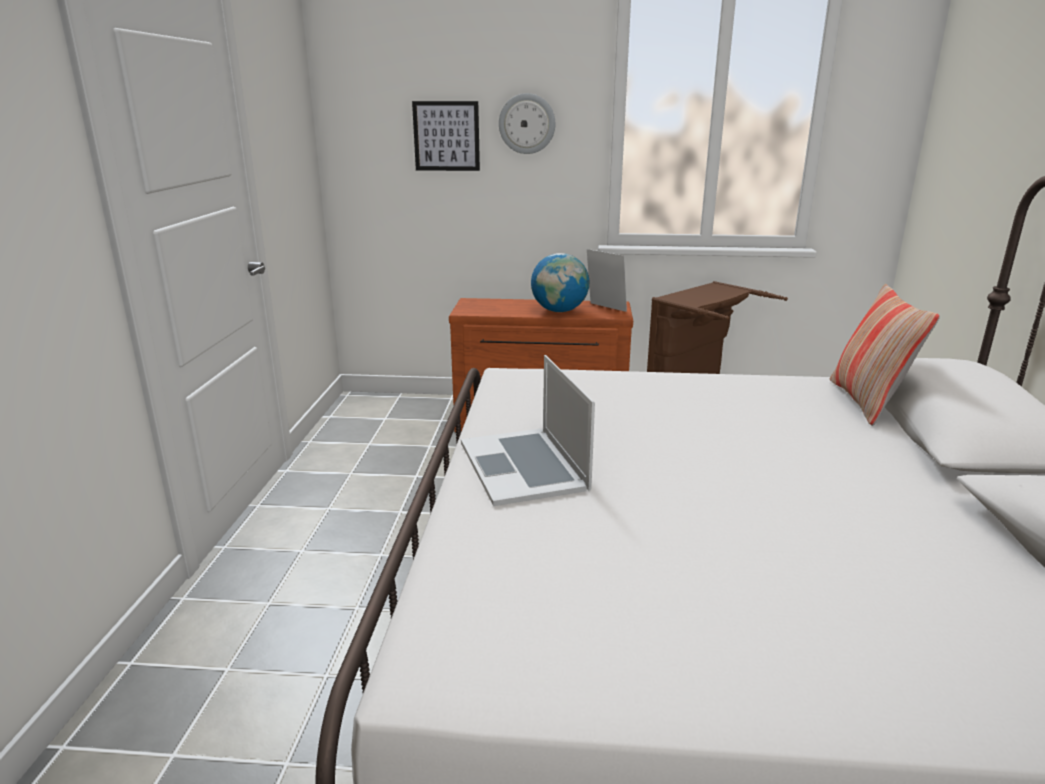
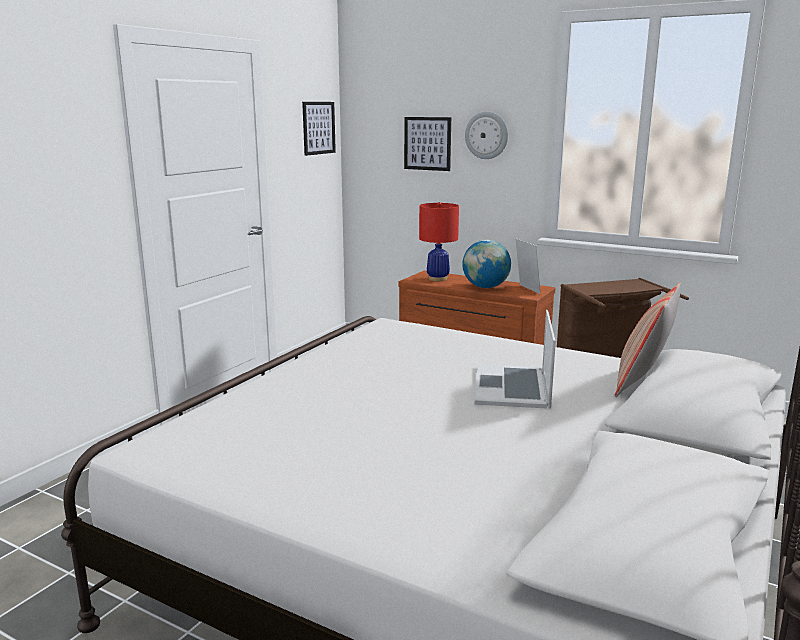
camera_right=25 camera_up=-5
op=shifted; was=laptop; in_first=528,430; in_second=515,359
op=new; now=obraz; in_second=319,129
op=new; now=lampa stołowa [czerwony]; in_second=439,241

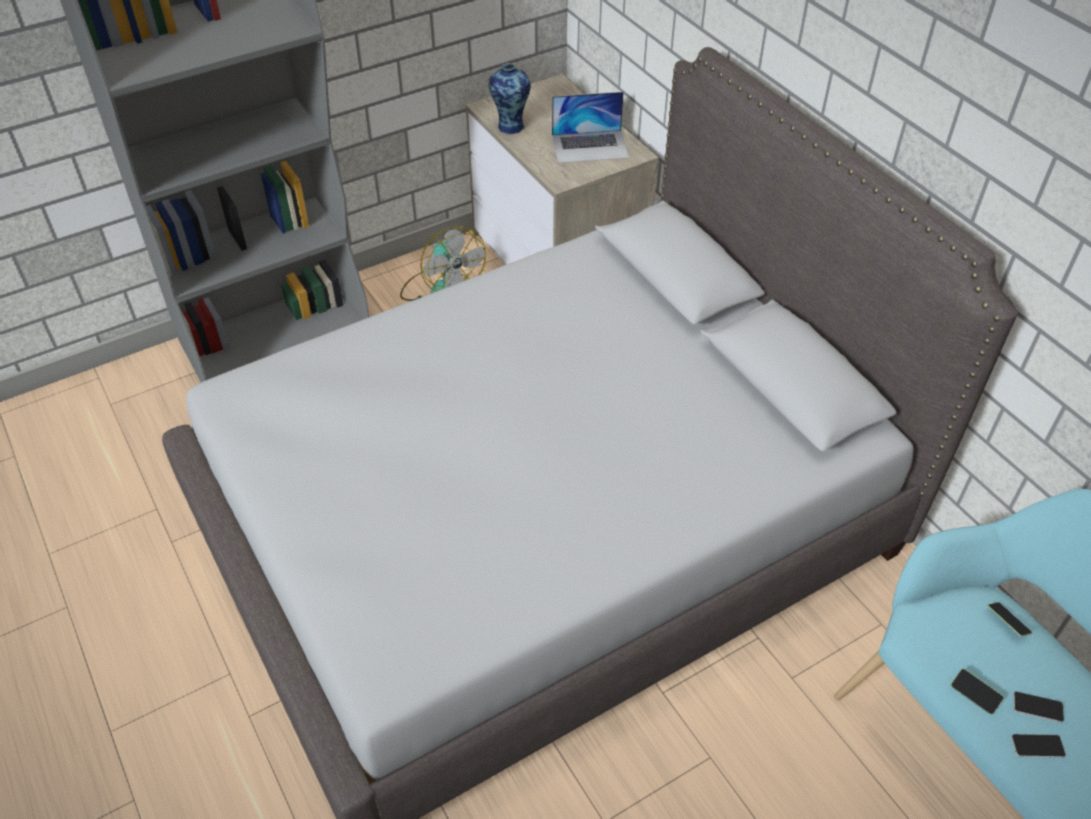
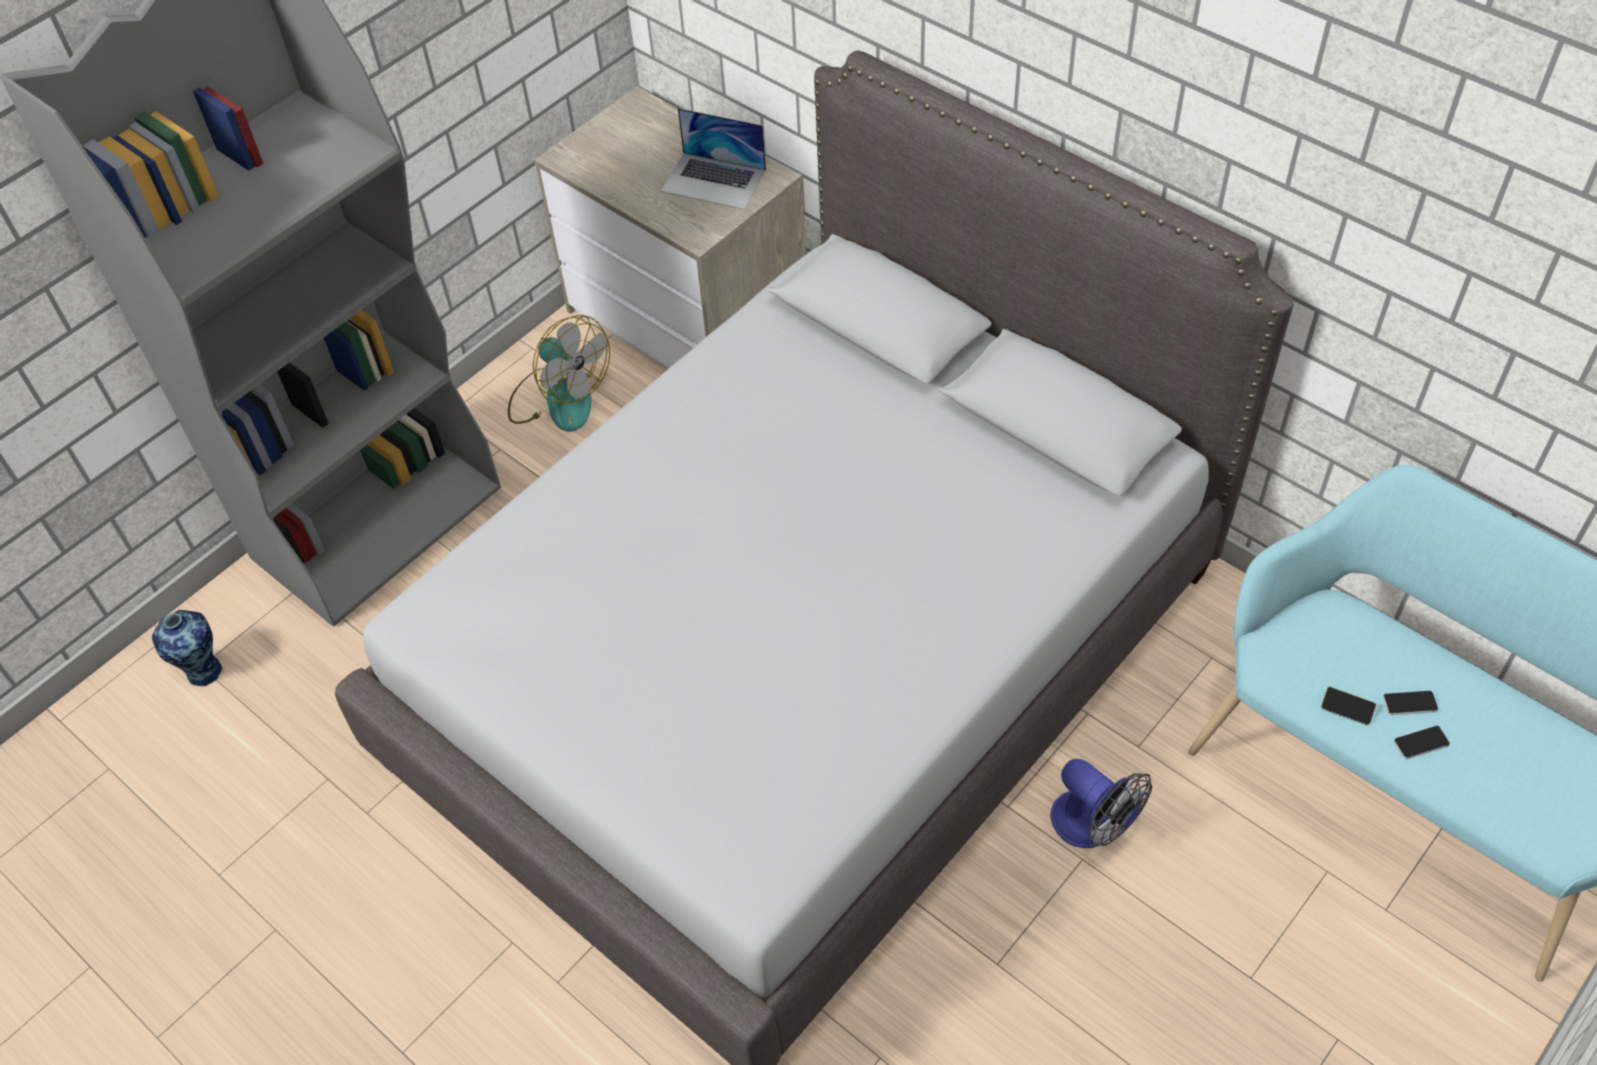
camera_right=-15 camera_up=5
op=shifted; was=wazon; in_first=509,98; in_second=188,648
op=rotated; was=laptop; in_first=590,127; in_second=713,159; clockwise=45
op=gone; was=telefon; in_first=1009,619
op=new; now=wentylator; in_second=1101,803

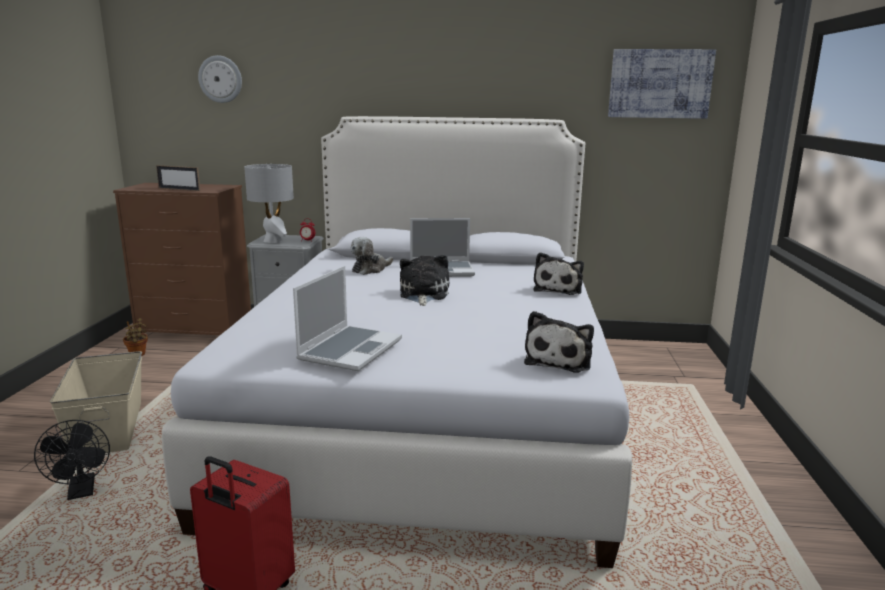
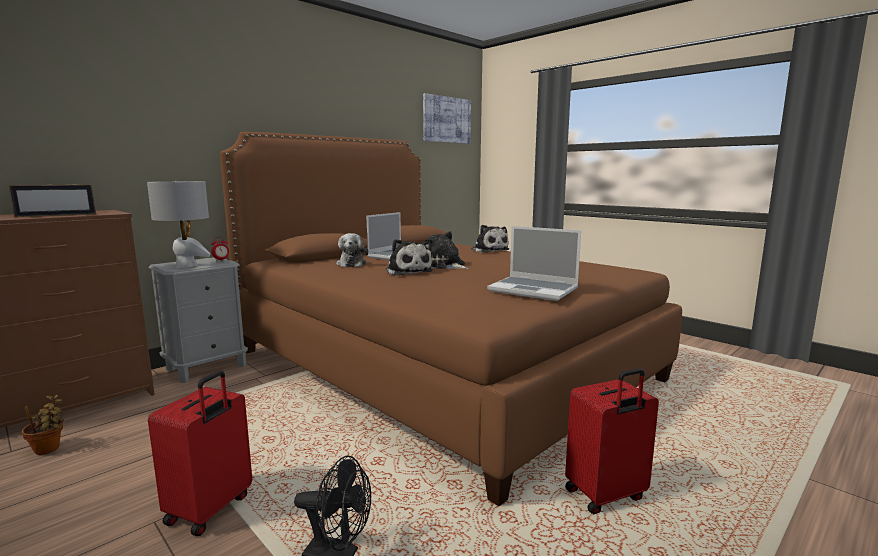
camera_right=-50 camera_up=-5
op=gone; was=zegar ścienny; in_first=220,79
op=repainted; was=łóżko [biały]; now=łóżko [brązowy]; in_first=397,342; in_second=451,319
op=rotated; was=laptop; in_first=347,318; in_second=534,263; clockwise=150
op=shifted; was=pluszak; in_first=559,341; in_second=409,257
op=swapped; was=pojemnik do przechowywania [beżowy]; now=walizka [czerwony]; in_first=96,402; in_second=200,453

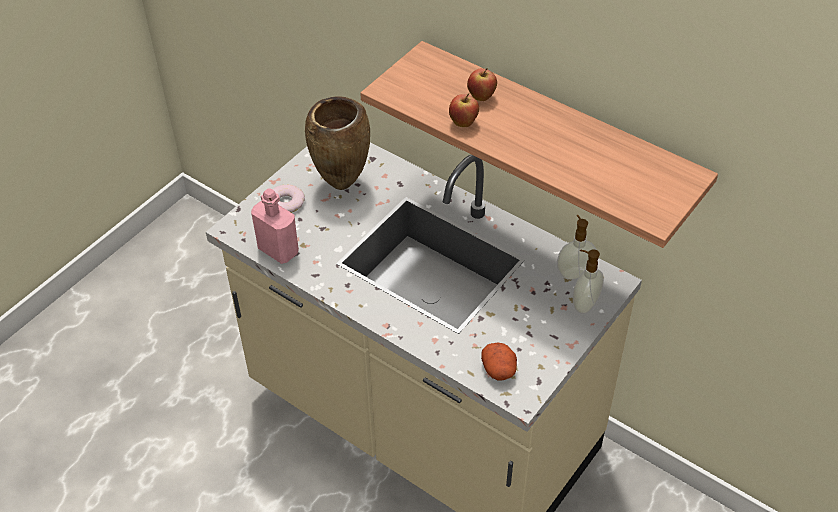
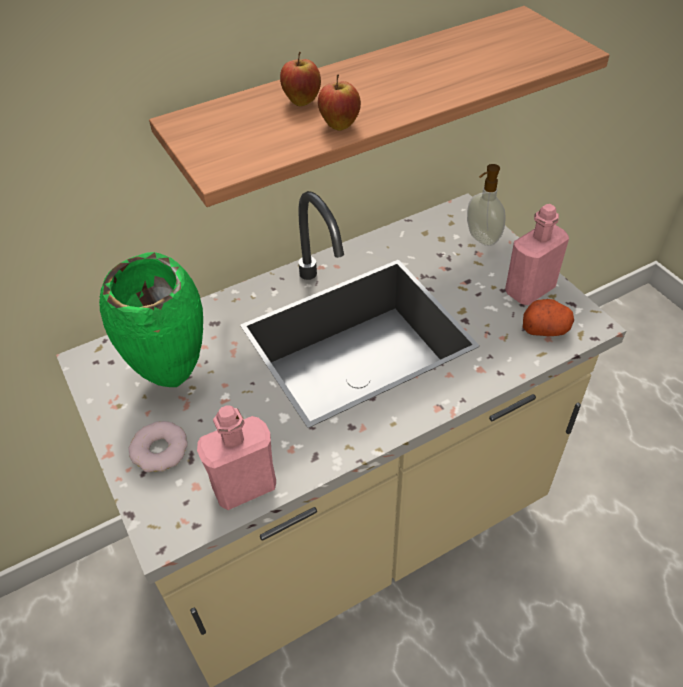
camera_right=-65 camera_up=0
op=repainted; was=wazon [brązowy]; now=wazon [zielony]; in_first=337,143; in_second=151,319
op=gone; was=dozownik mydła; in_first=577,247
op=new; now=butelka [różowy]; in_second=537,254

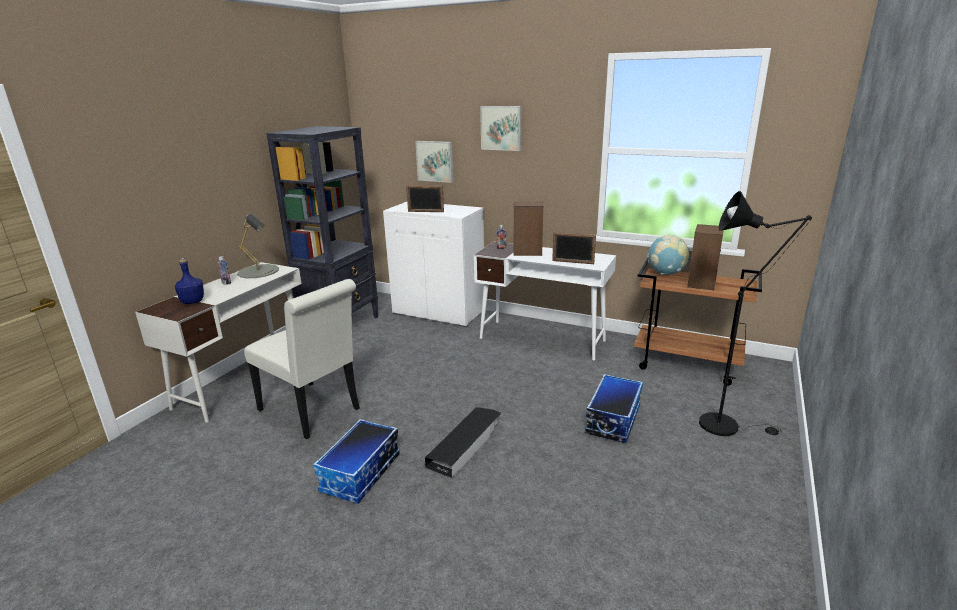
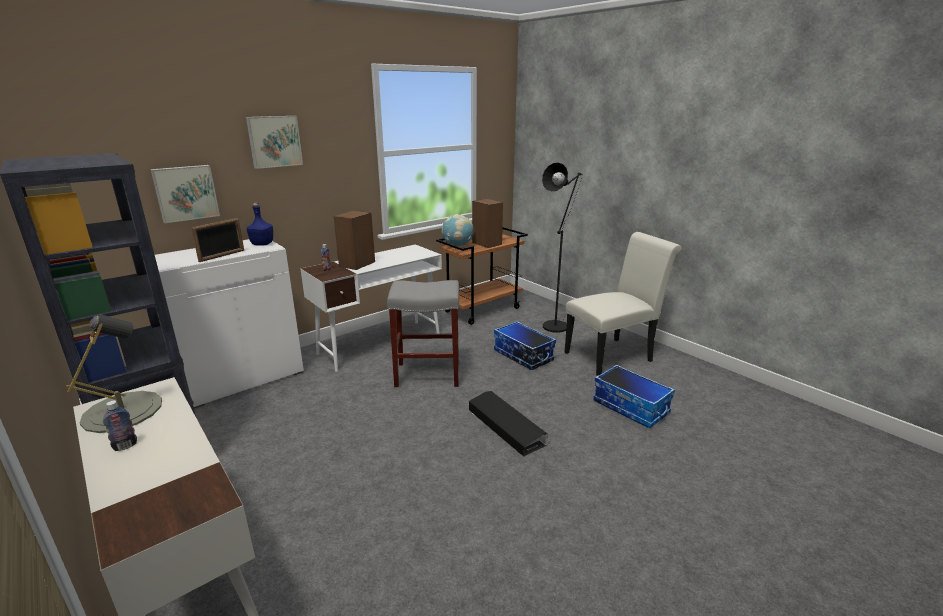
camera_right=-65 camera_up=0
op=gone; was=ramka na zdjęcie; in_first=574,248
op=shifted; was=butelka [niebieski]; in_first=189,281; in_second=259,224
op=shifted; was=krzesło [biały]; in_first=302,359; in_second=623,304
op=shifted; was=pojemnik do przechowywania; in_first=356,461; in_second=634,396
op=new; now=stołek [szary]; in_second=423,333

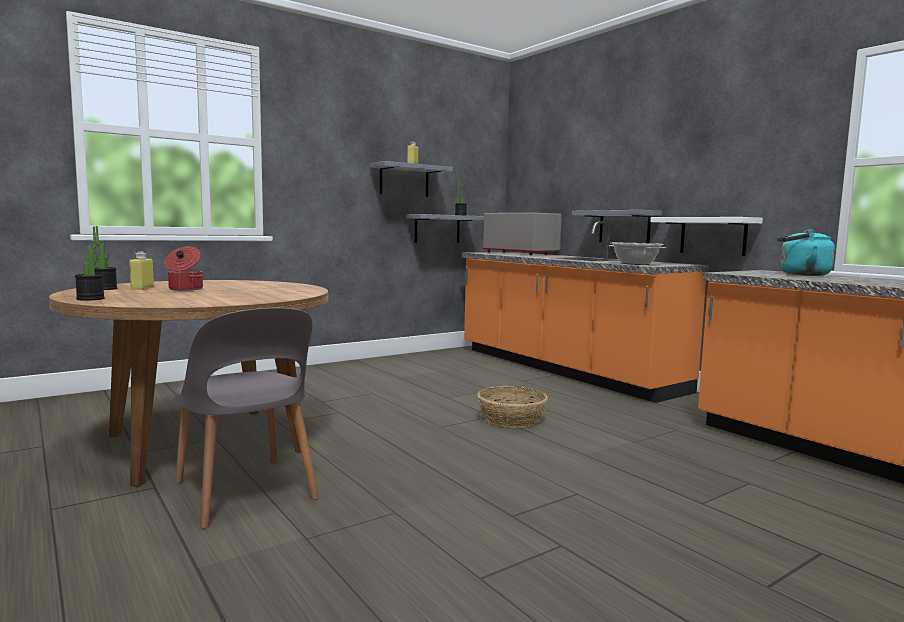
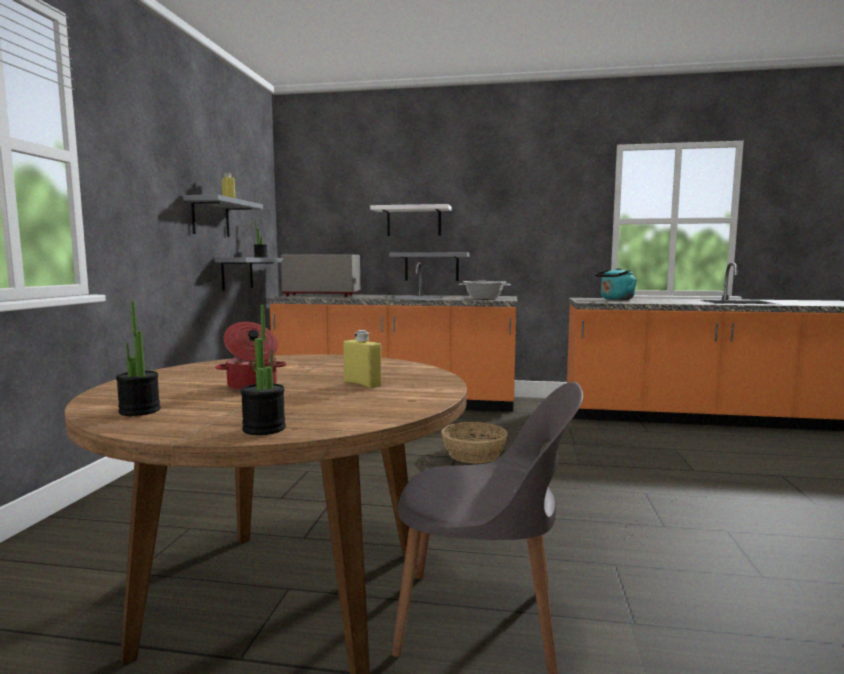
camera_right=-45 camera_up=0
op=shifted; was=półka [biały]; in_first=706,236; in_second=411,220
op=shifted; was=butelka [żółty]; in_first=141,270; in_second=363,359

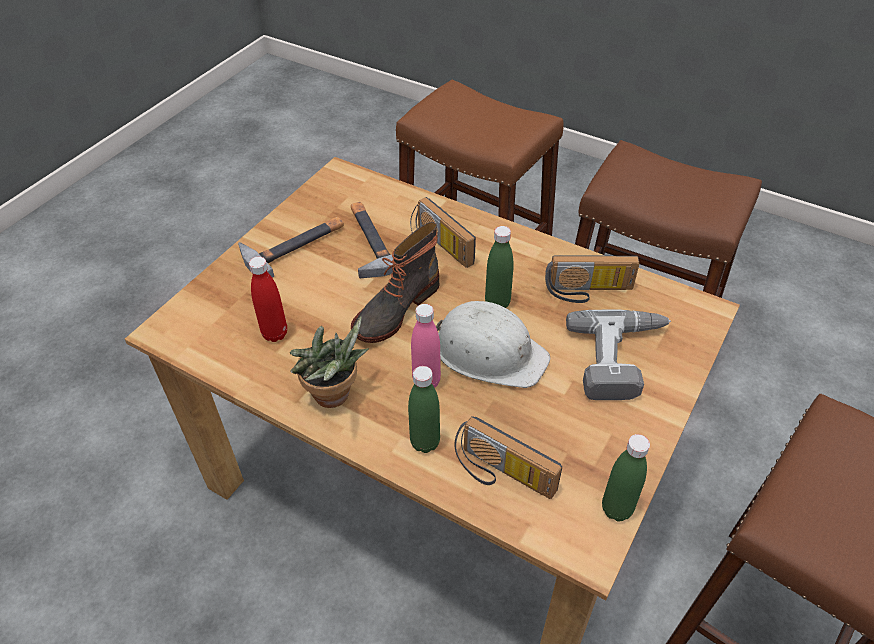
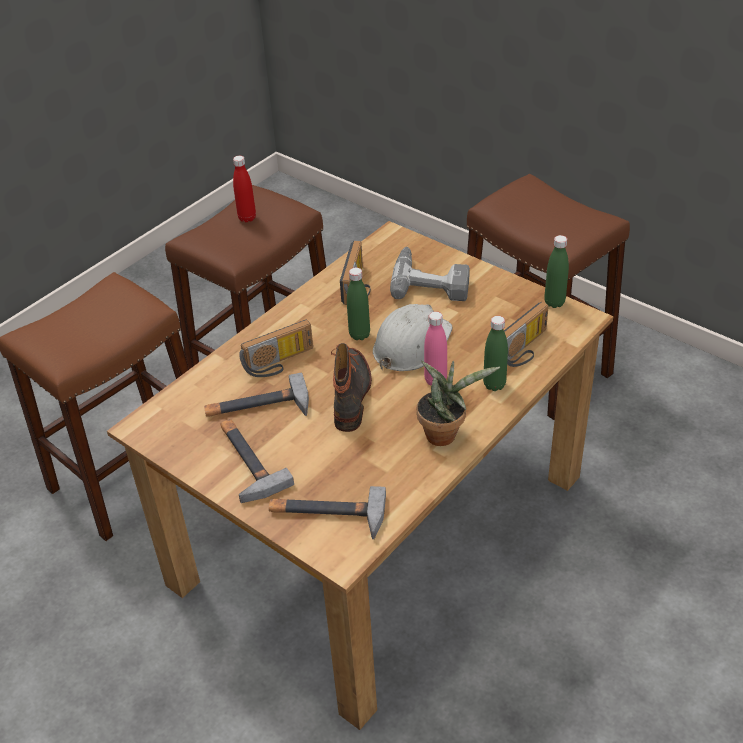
camera_right=-80 camera_up=-5
op=rotated; was=but z cholewką; in_first=395,282; in_second=351,387; clockwise=-135
op=shifted; was=butelka [czerwony]; in_first=268,299; in_second=244,189
op=new; now=młotek; in_second=327,512

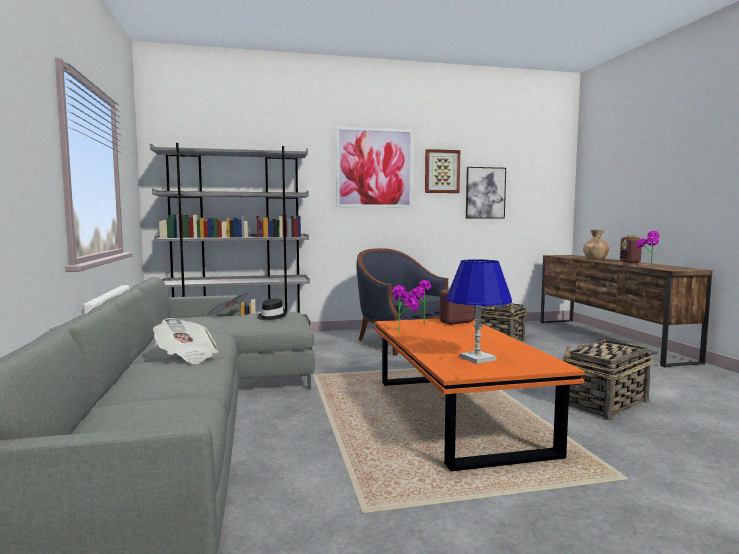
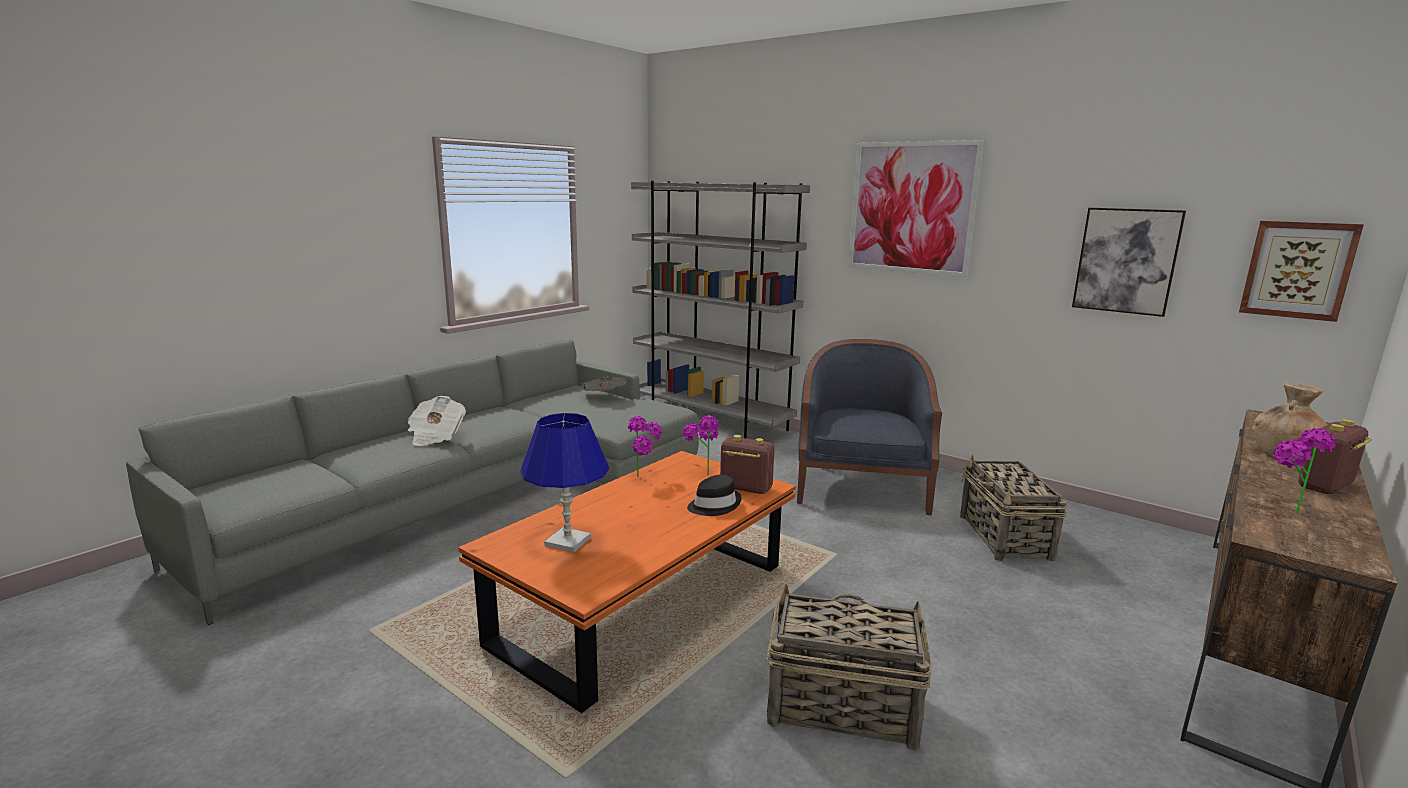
camera_right=50 camera_up=10
op=shifted; was=obraz; in_first=442,171; in_second=1301,271
op=shifted; was=kapelusz [czarny]; in_first=272,309; in_second=714,495

